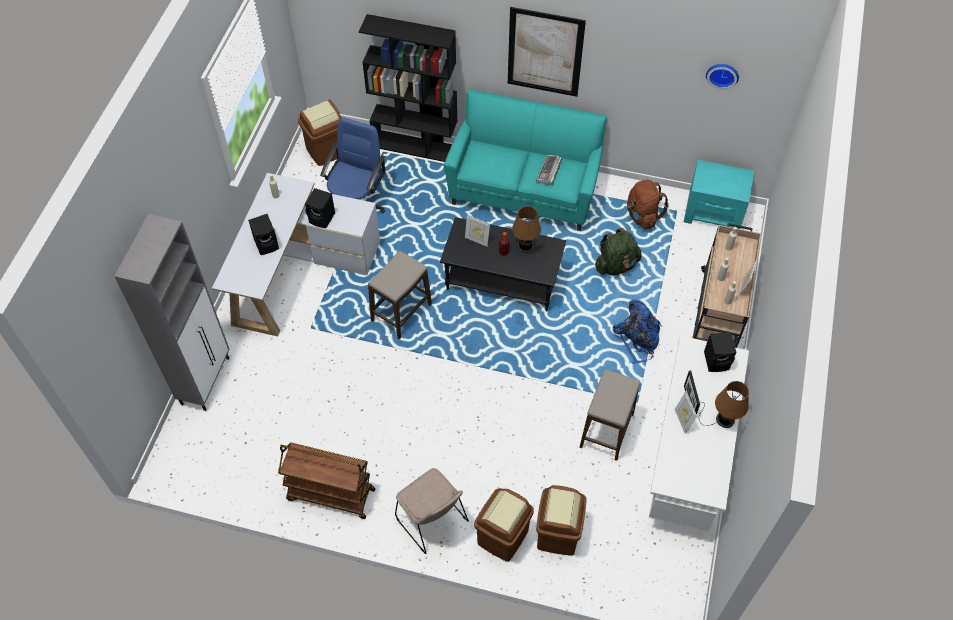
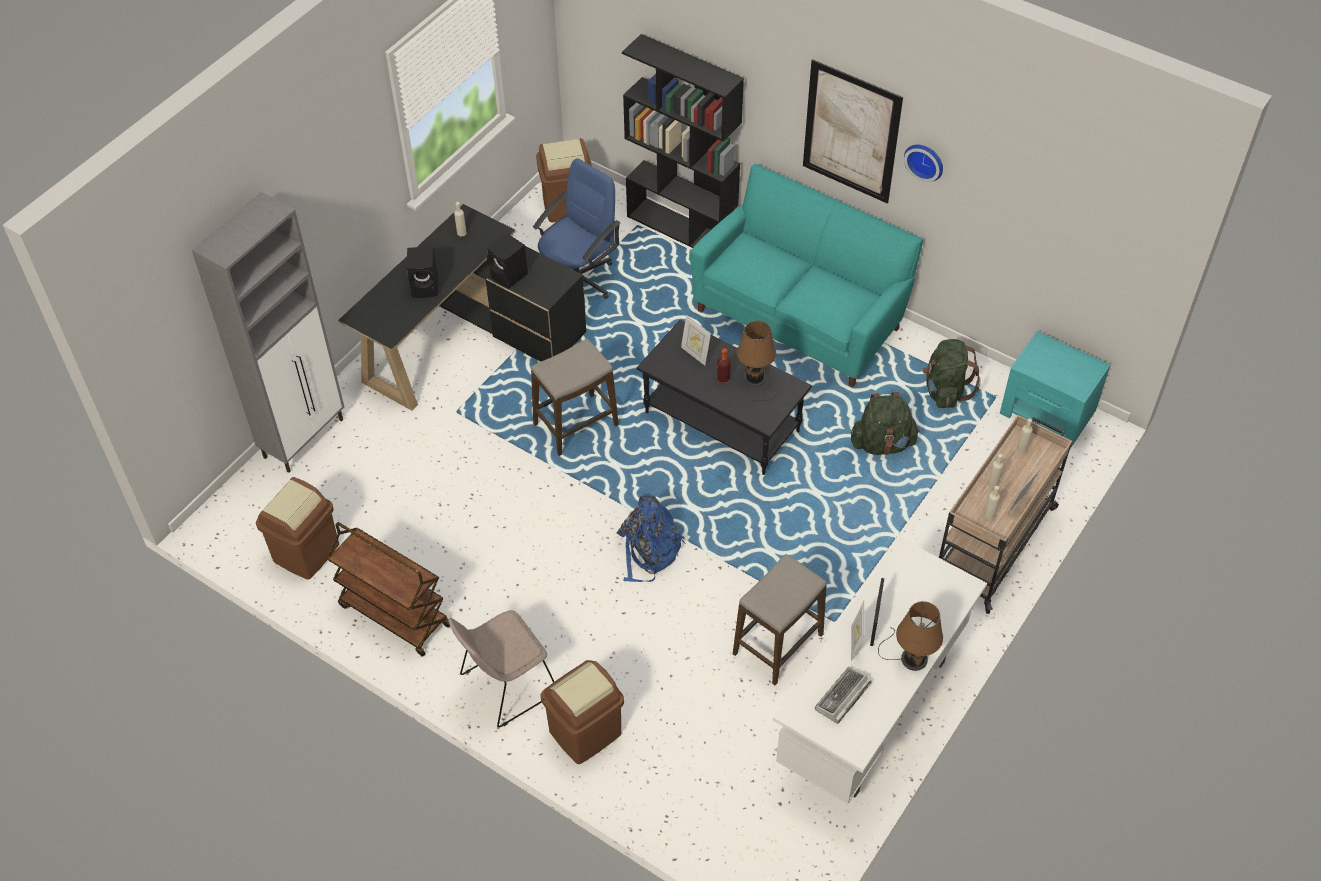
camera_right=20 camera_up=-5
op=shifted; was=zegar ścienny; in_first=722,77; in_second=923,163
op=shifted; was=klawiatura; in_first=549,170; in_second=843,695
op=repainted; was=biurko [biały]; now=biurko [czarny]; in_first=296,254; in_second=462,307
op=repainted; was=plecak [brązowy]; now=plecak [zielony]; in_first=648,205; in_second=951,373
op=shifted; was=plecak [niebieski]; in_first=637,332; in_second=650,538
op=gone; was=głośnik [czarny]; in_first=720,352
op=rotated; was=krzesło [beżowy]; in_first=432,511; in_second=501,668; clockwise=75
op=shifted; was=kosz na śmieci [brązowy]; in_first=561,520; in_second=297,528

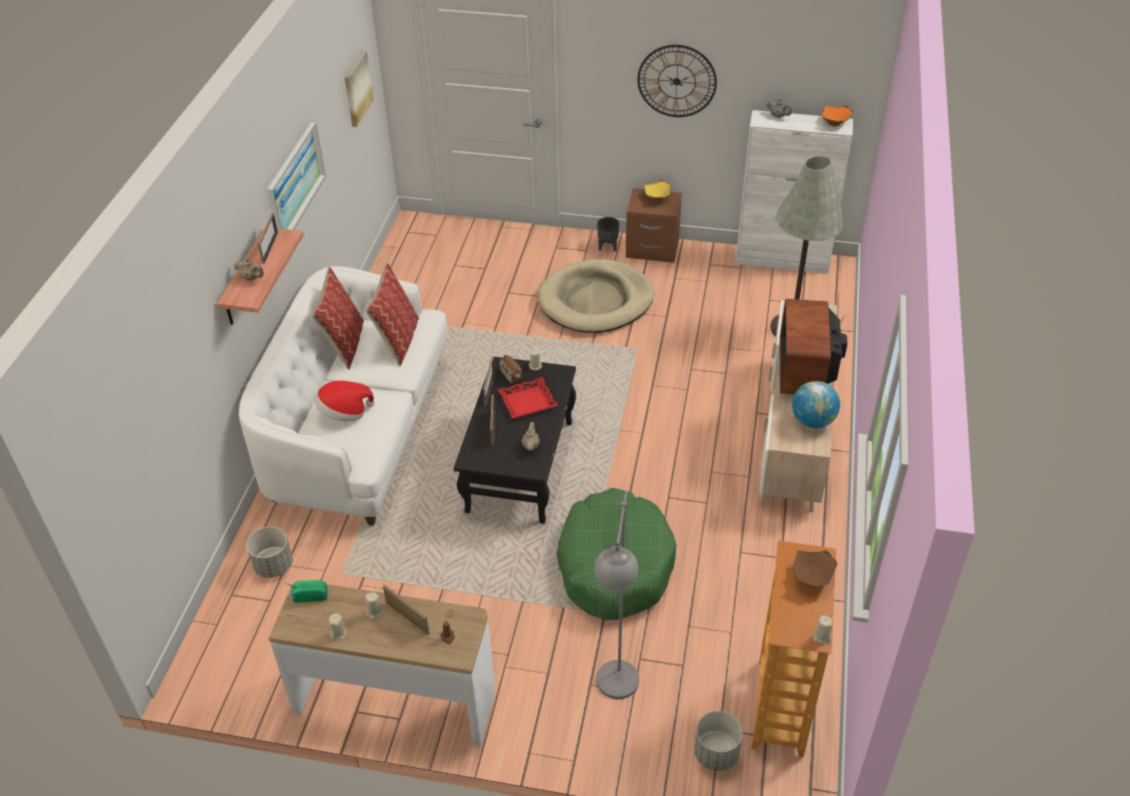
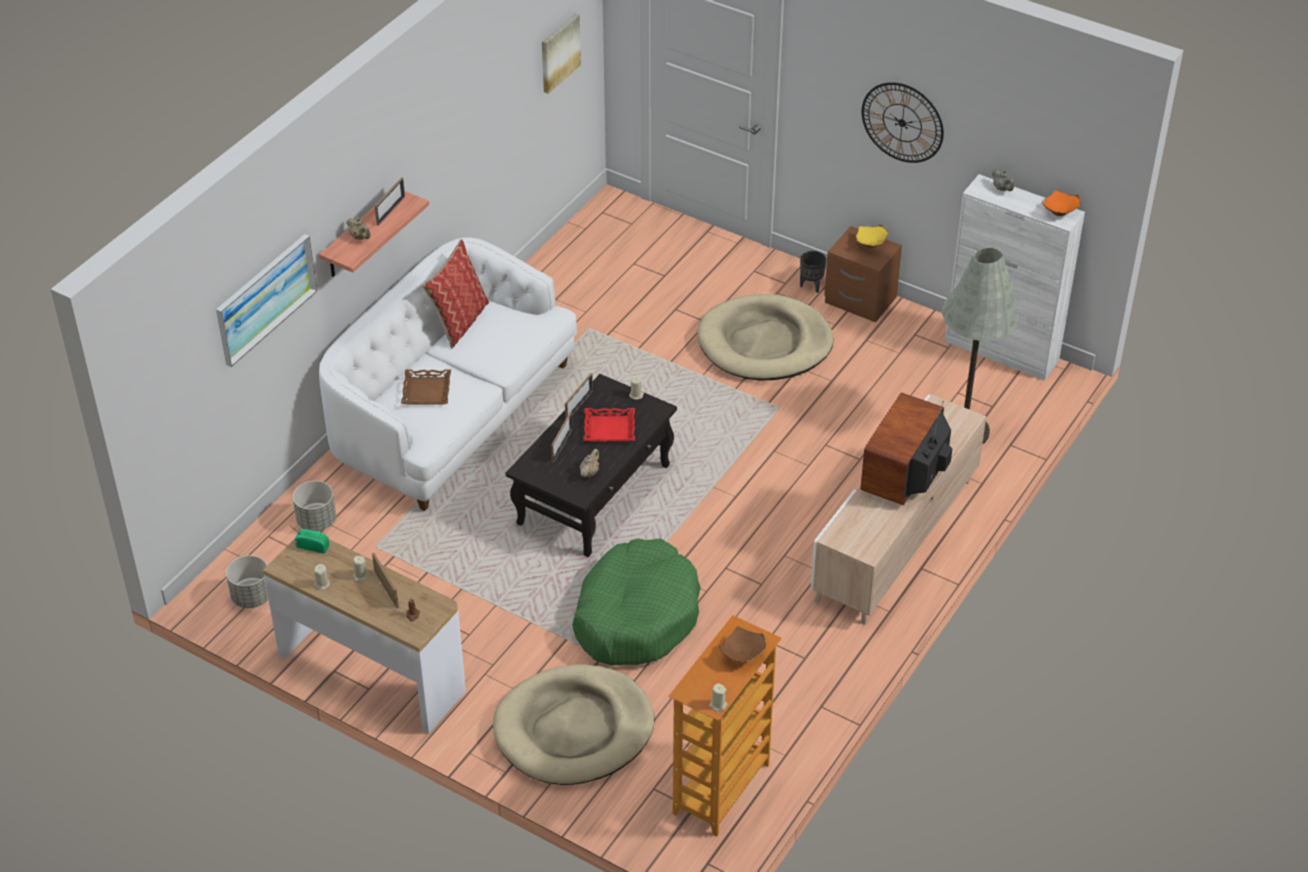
camera_right=20 camera_up=0
op=shifted; was=obraz; in_first=296,176; in_second=266,300
op=gone; was=poduszka; in_first=392,314
op=gone; was=radio; in_first=511,369
op=swapped; was=kapelusz; now=taca [brązowy]; in_first=344,401; in_second=426,386
op=gone; was=globus; in_first=816,404
op=swapped; was=lampa stojąca [szary]; now=legowisko [beżowy]; in_first=616,595; in_second=573,724
op=shifted; was=donica [szary]; in_first=718,741; in_second=247,582

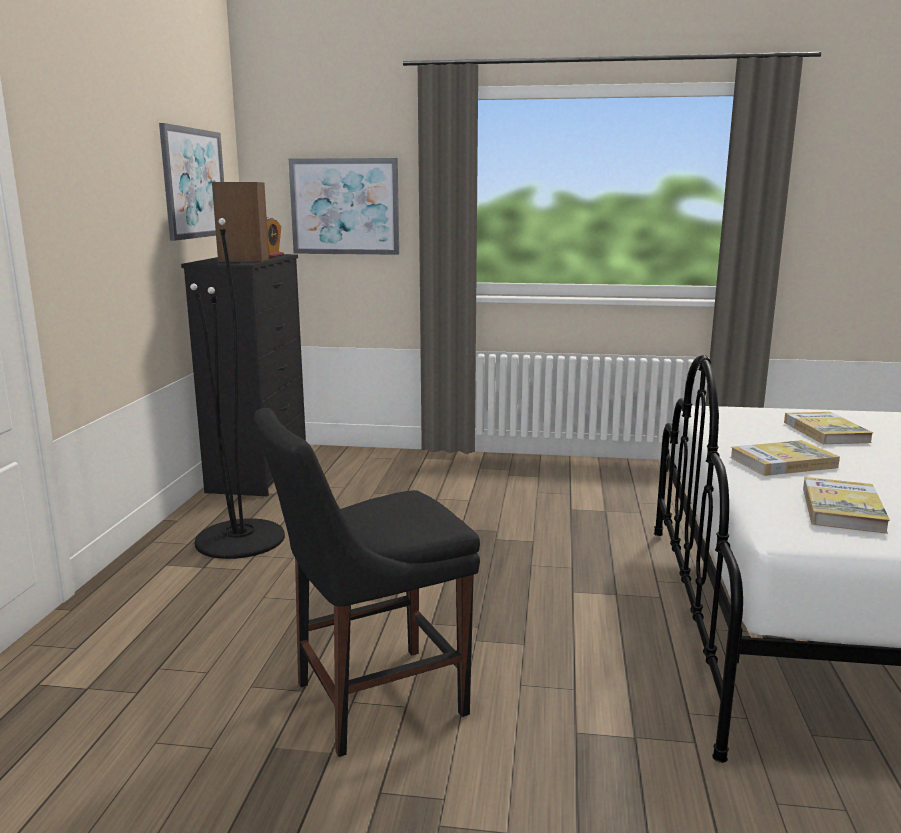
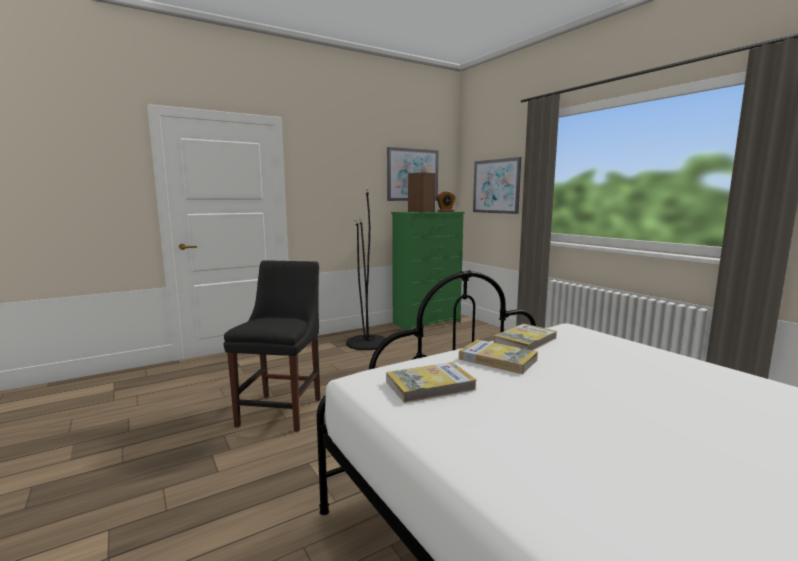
camera_right=50 camera_up=-5
op=repainted; was=komoda [czarny]; now=komoda [zielony]; in_first=243,375; in_second=428,270
op=rotated; was=krzesło [czarny]; in_first=366,582; in_second=272,346; clockwise=75
op=shifted; was=książka; in_first=828,428; in_second=525,337

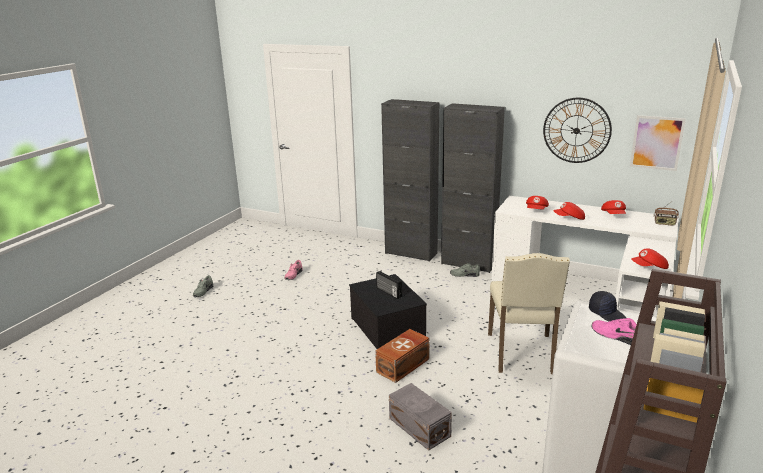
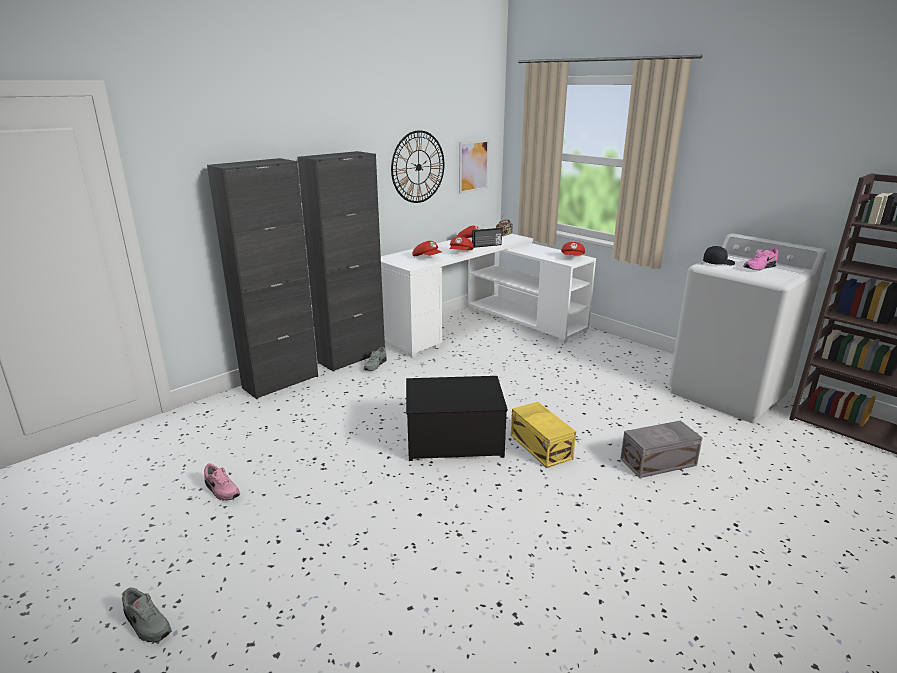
camera_right=-70 camera_up=0
op=gone; was=krzesło [beżowy]; in_first=529,313
op=shifted; was=radio; in_first=389,285; in_second=487,238
op=repainted; was=pojemnik do przechowywania [brązowy]; now=pojemnik do przechowywania [żółty]; in_first=402,356; in_second=543,435

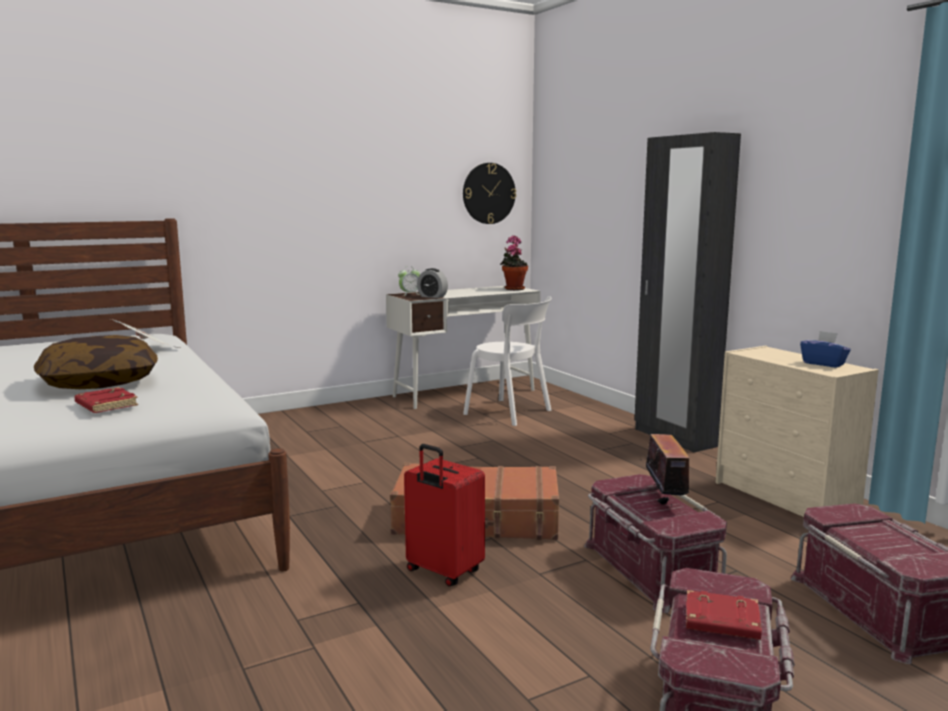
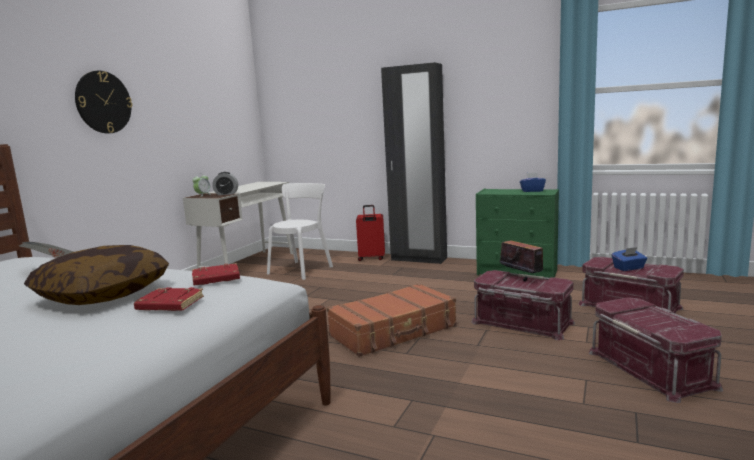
camera_right=-35 camera_up=0
op=shifted; was=zegar ścienny; in_first=489,193; in_second=103,102
op=gone; was=roślina doniczkowa; in_first=514,262
op=rotated; was=krzesło [biały]; in_first=507,361; in_second=300,231; clockwise=-60
op=repainted; was=komoda [beżowy]; now=komoda [zielony]; in_first=797,431; in_second=517,233
op=shifted; was=walizka [czerwony]; in_first=444,515; in_second=370,233
op=shifted; was=książka [czerwony]; in_first=724,615; in_second=216,274
op=new; now=pudełko chusteczek [niebieski]; in_second=629,259

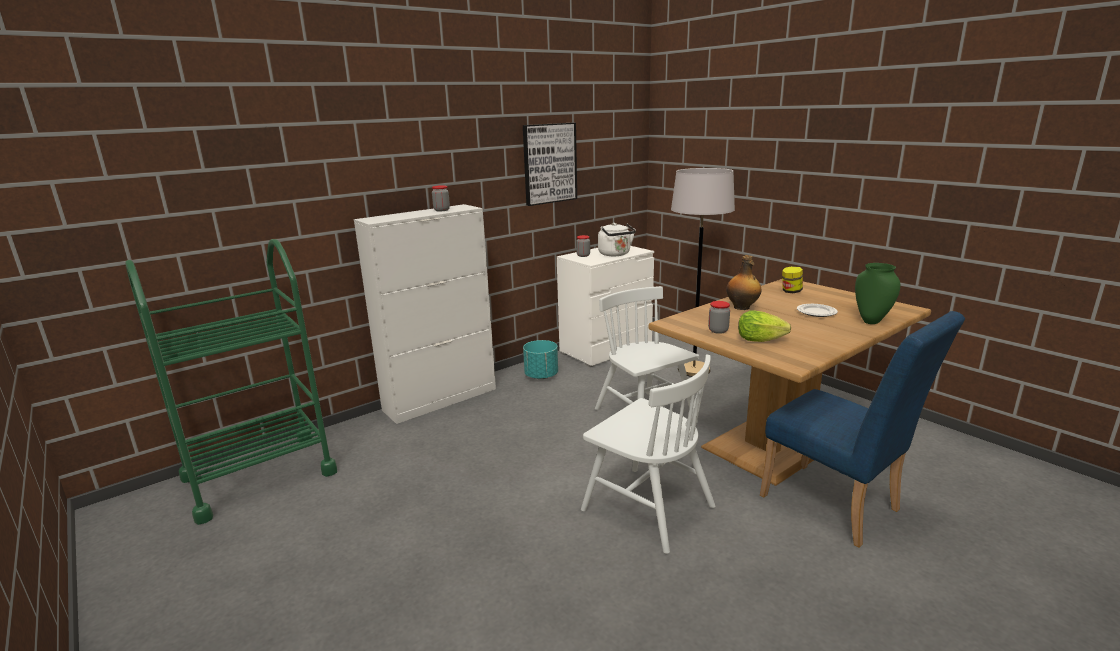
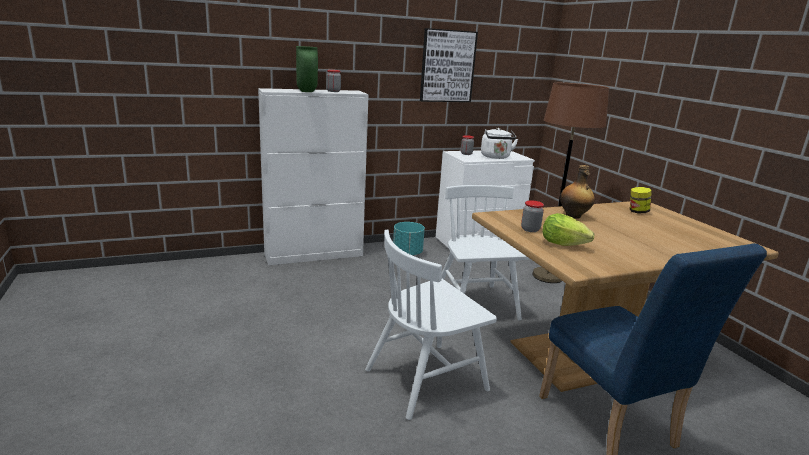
camera_right=15 camera_up=0
op=repainted; was=lampa stojąca [szary]; now=lampa stojąca [brązowy]; in_first=703,272; in_second=570,183
op=gone; was=wózek [zielony]; in_first=231,382
op=shifted; was=wazon [zielony]; in_first=877,293; in_second=307,69
op=gone; was=talerz; in_first=817,310
op=rotated; was=krzesło [biały]; in_first=648,454; in_second=431,325; clockwise=90

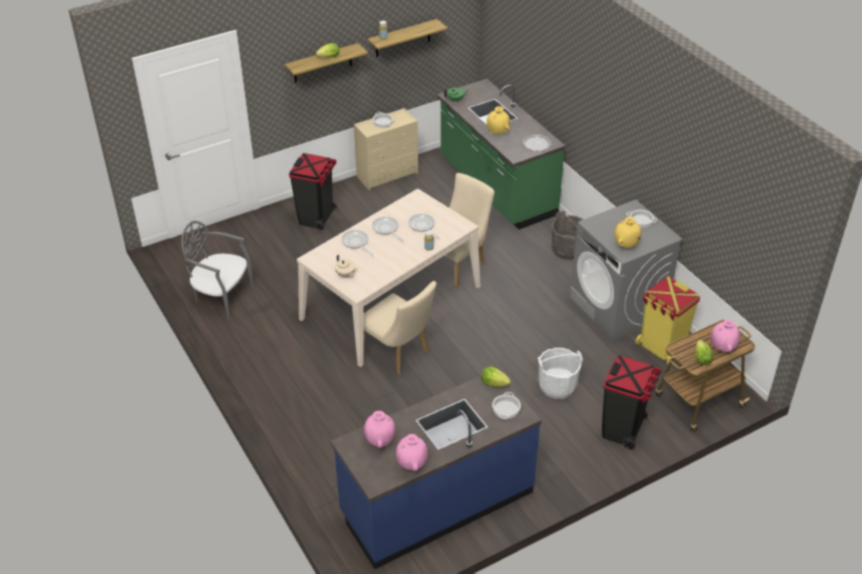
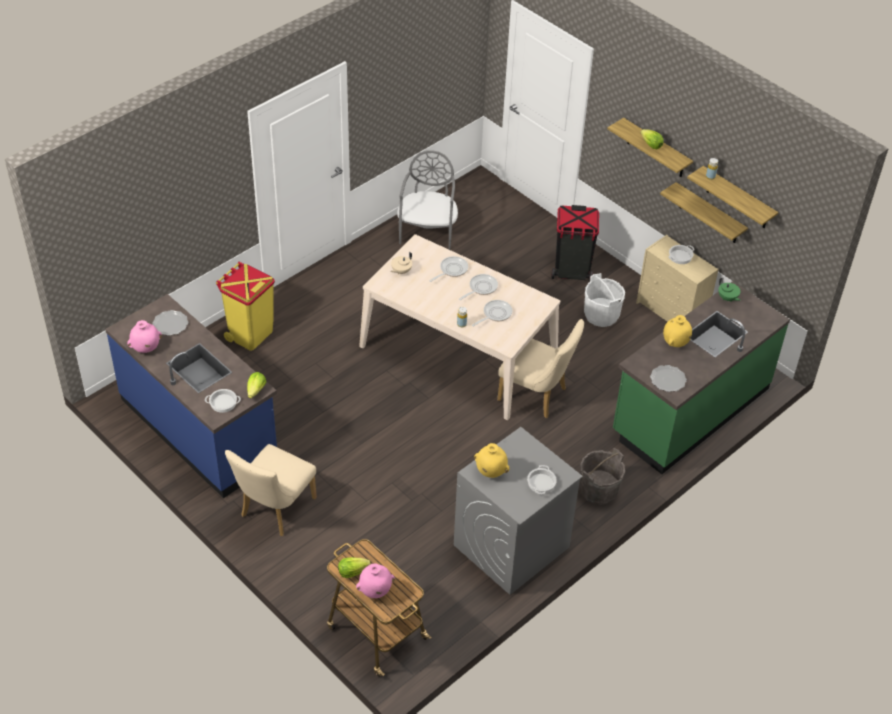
camera_right=75 camera_up=5
op=shifted; was=kosz na śmieci [żółty]; in_first=667,320; in_second=245,306
op=shifted; was=krzesło [beżowy]; in_first=400,327; in_second=271,490
op=shifted; was=wiadro [biały]; in_first=560,373; in_second=604,300
op=gone; was=kosz na śmieci [czarny]; in_first=632,402
op=swapped; was=wazon [różowy]; now=talerz; in_first=380,429; in_second=170,323
op=new; now=półka; in_second=704,212

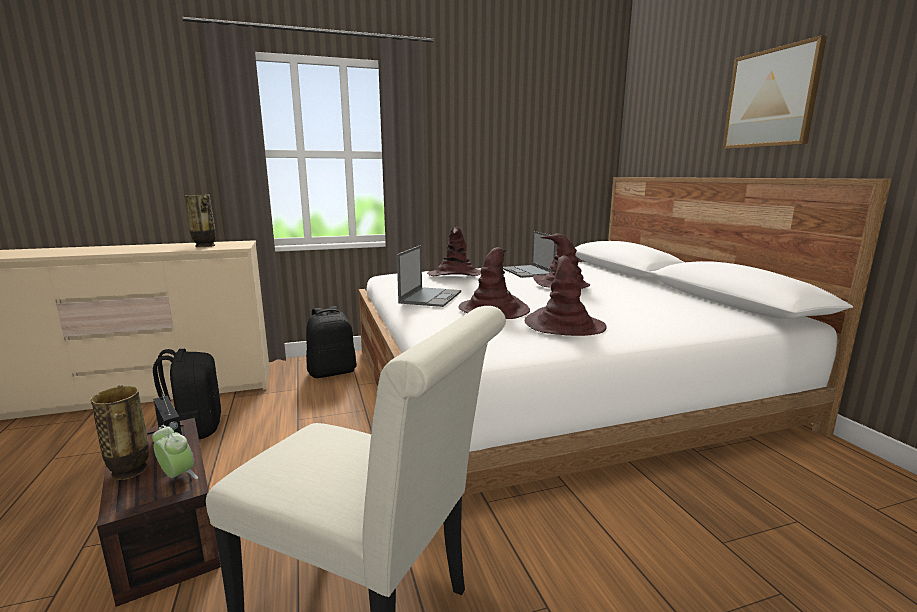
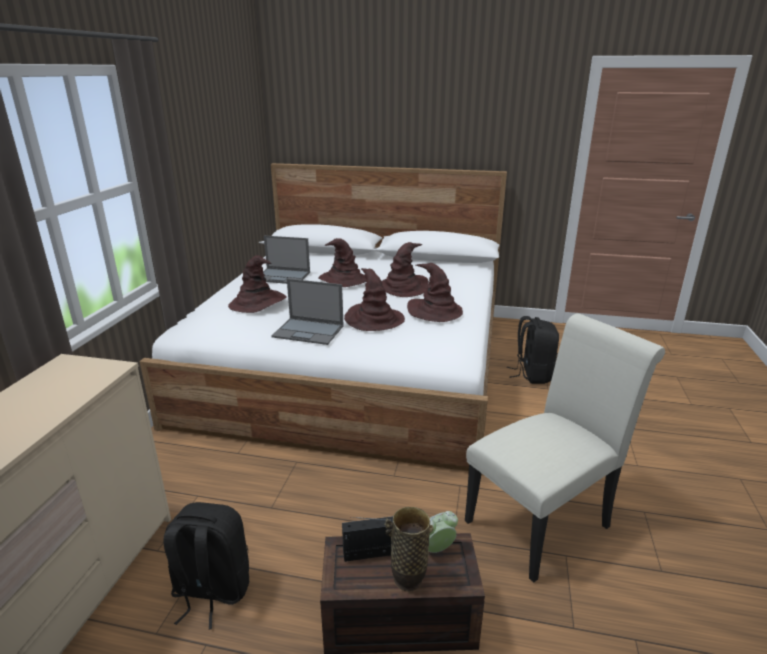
camera_right=-60 camera_up=10
op=gone; was=obraz; in_first=775,92
op=gone; was=wazon; in_first=200,221
op=rotated; was=laptop; in_first=429,276; in_second=307,312; clockwise=150
op=shifted; was=plecak [czarny]; in_first=331,342; in_second=533,350
op=new; now=kapelusz [brązowy]; in_second=405,269

